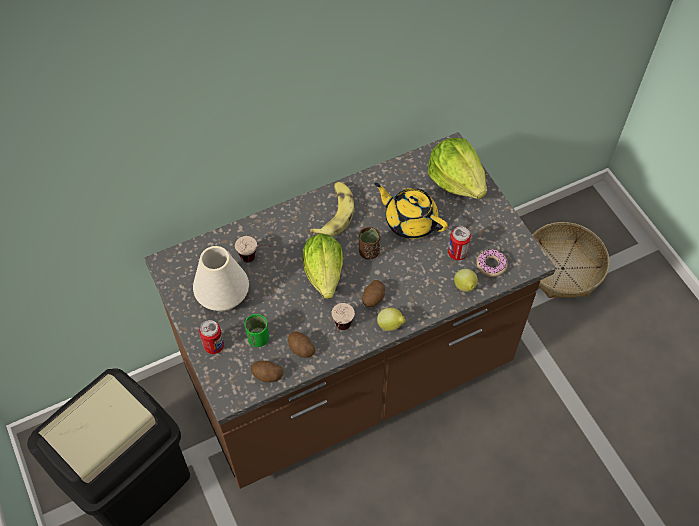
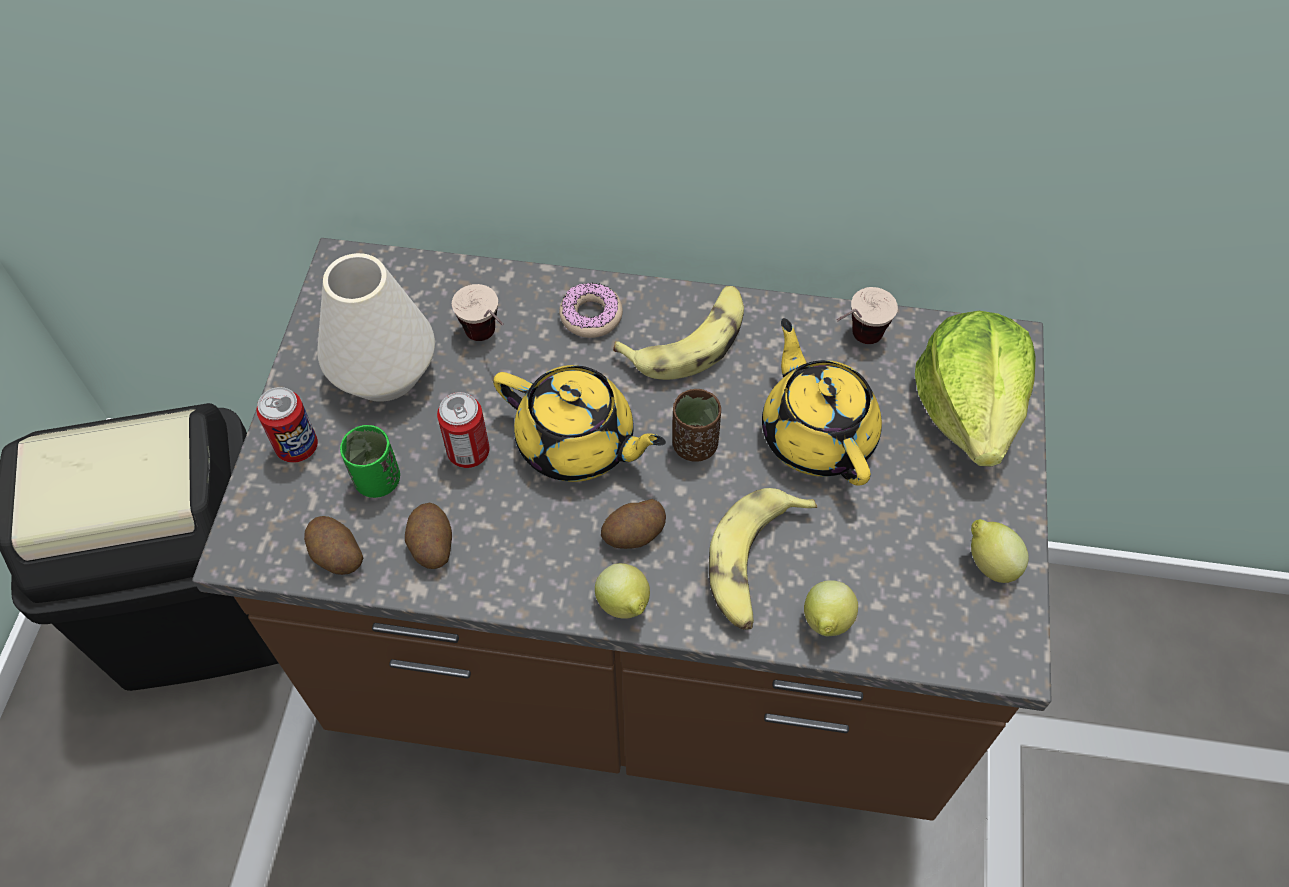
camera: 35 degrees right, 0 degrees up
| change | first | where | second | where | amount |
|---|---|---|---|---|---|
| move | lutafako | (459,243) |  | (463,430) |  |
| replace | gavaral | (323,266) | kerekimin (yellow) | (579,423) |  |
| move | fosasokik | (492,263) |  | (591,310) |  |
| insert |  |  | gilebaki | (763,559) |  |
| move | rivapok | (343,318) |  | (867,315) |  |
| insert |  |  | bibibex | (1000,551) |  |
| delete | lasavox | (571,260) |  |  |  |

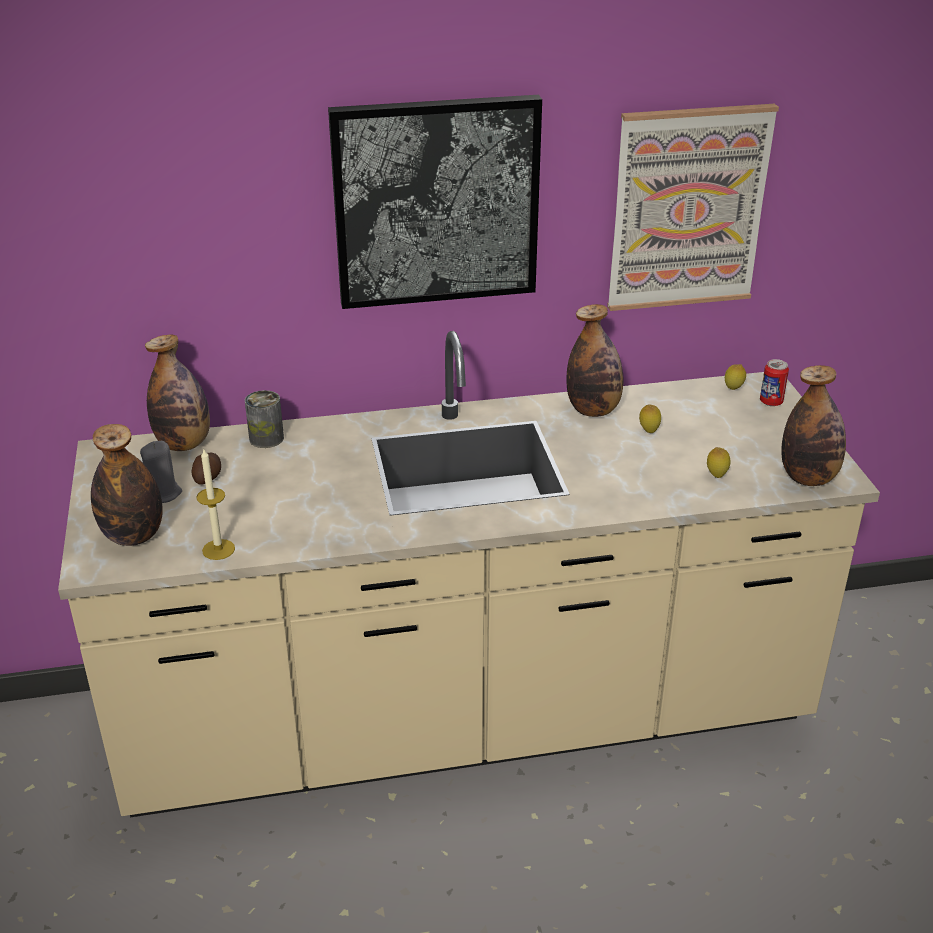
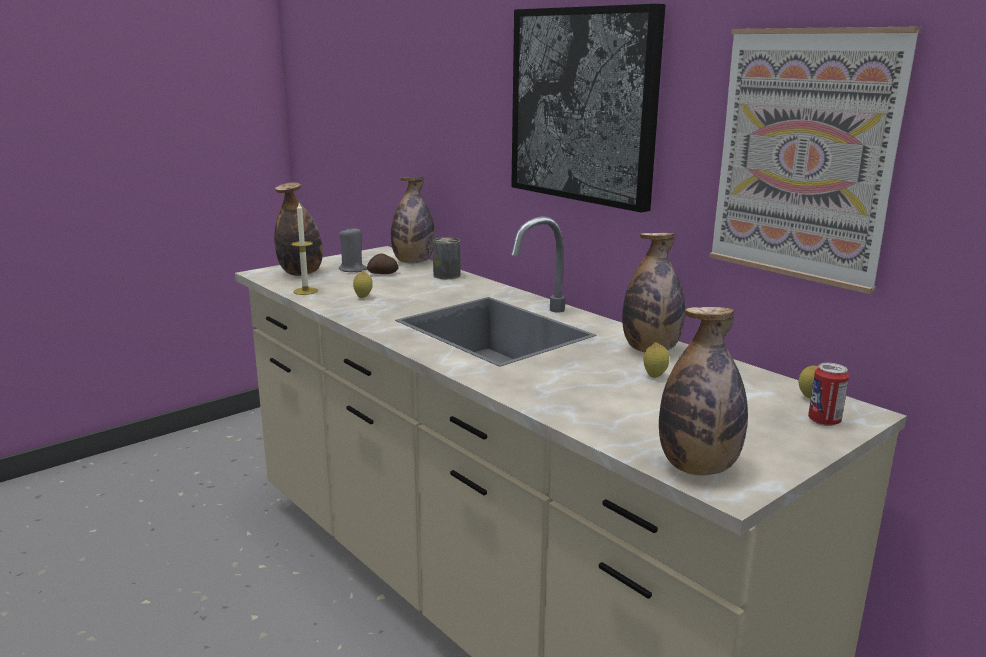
camera: 60 degrees right, 15 degrees down
| change | first | where | second | where | amount |
|---|---|---|---|---|---|
| move | bibibex | (719,462) |  | (363,284) |  |

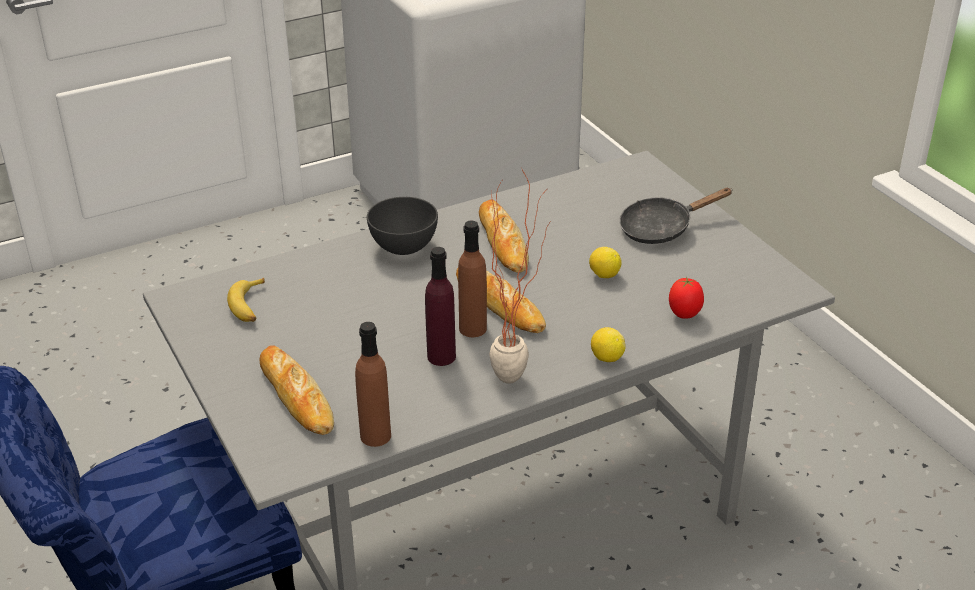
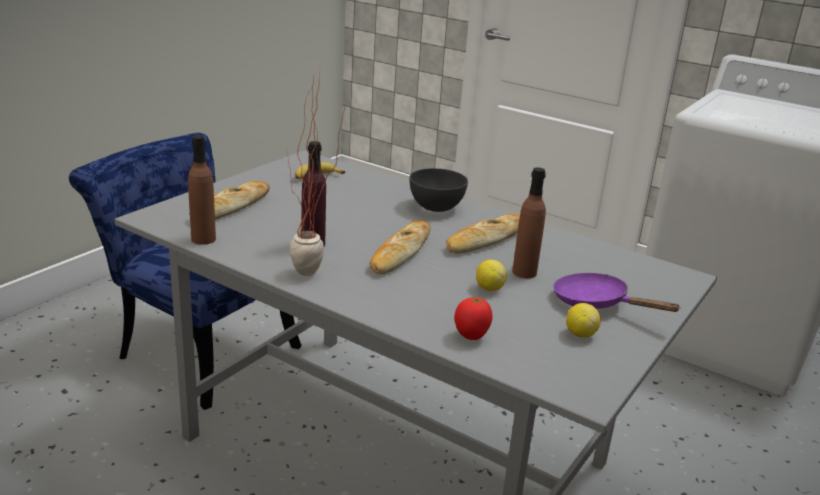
camera: 60 degrees right, 10 degrees down
| change | first | where | second | where | amount |
|---|---|---|---|---|---|
| move | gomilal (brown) | (472,279) |  | (529,222) |  |
| recolor | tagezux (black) | (676,216) | tagezux (purple) | (617,292) |  |
| move | bibibex | (608,344) |  | (583,320) |  |

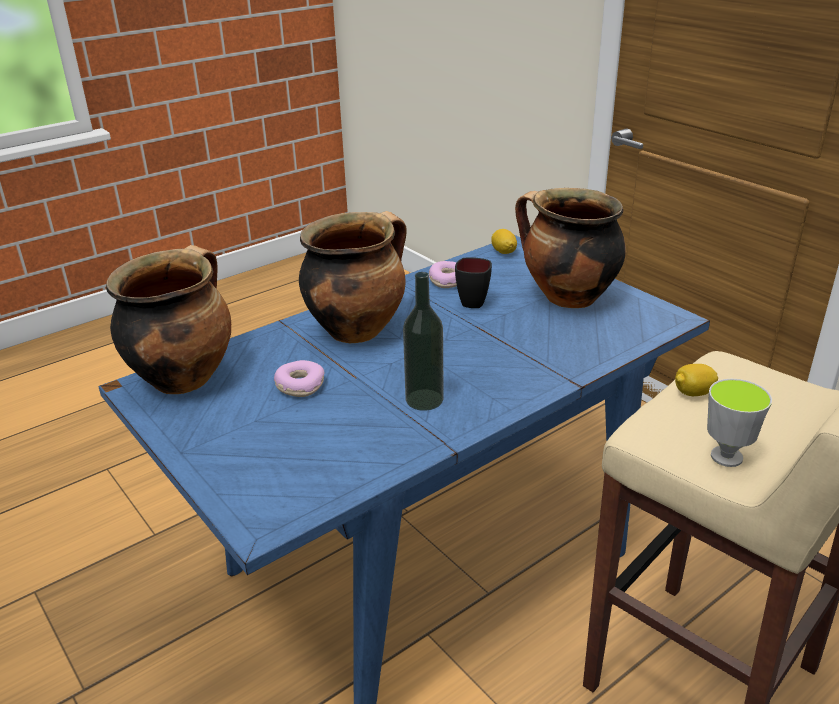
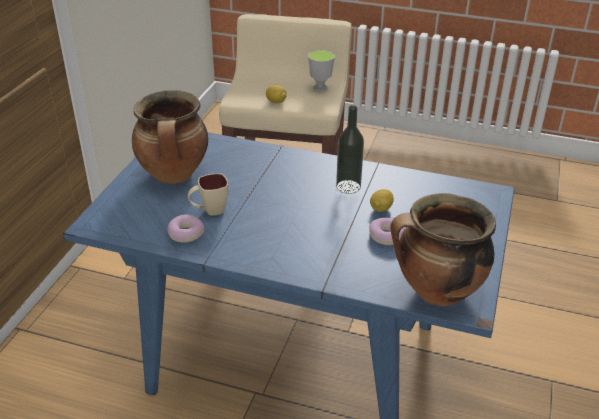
camera: 125 degrees left, 5 degrees up
| change | first | where | second | where | amount |
|---|---|---|---|---|---|
| recolor | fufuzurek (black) | (473,282) | fufuzurek (beige) | (208,194) |  |
| move | bibibex | (504,241) |  | (382,200) |  |
| delete | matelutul | (353,277) |  |  |  |

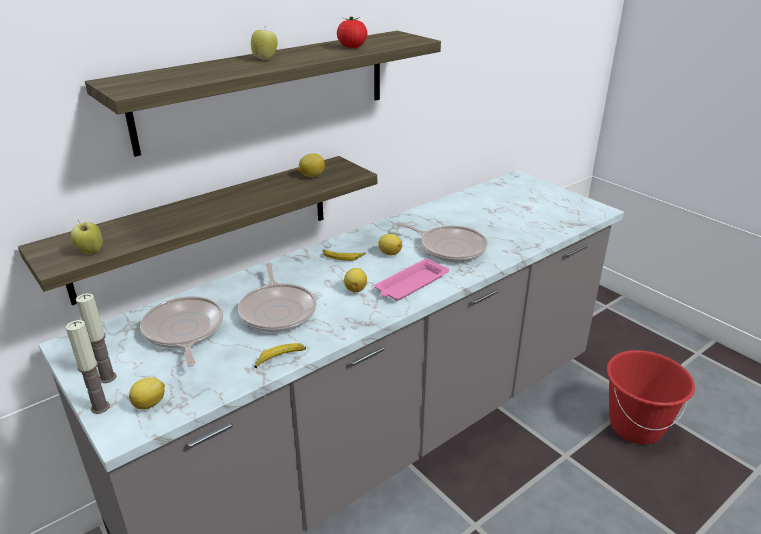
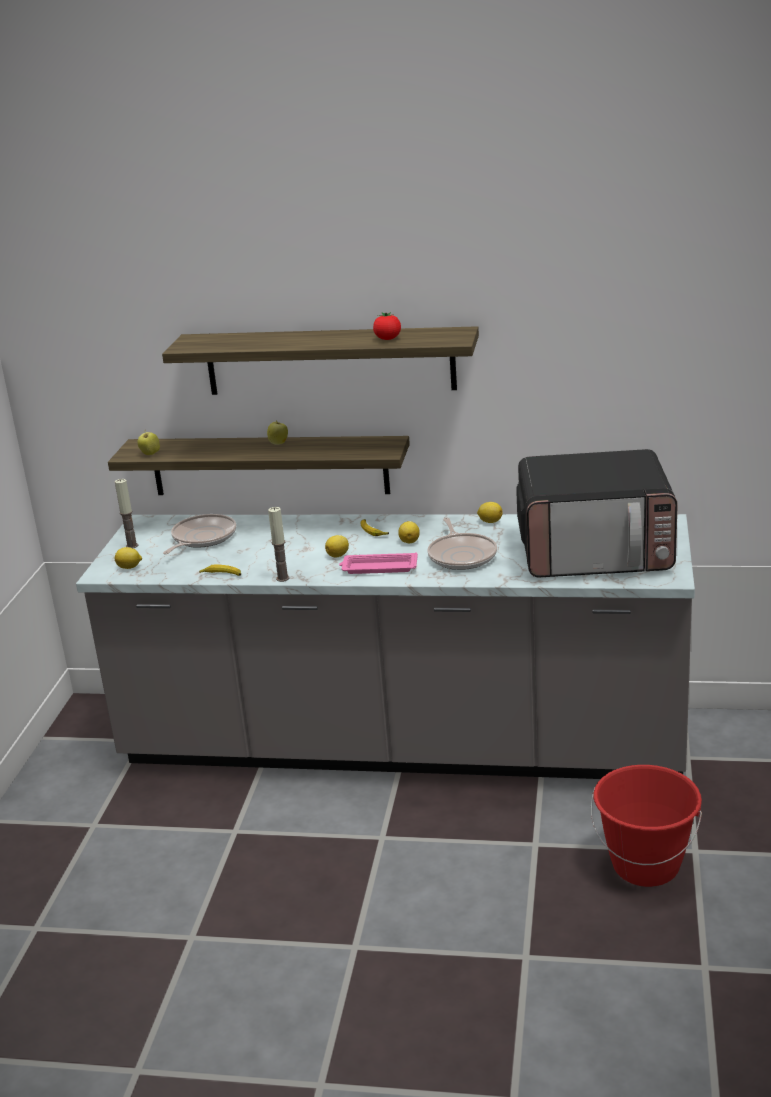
camera: 50 degrees right, 5 degrees down
| change | first | where | second | where | amount |
|---|---|---|---|---|---|
| move | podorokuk | (264,45) |  | (277,433) |  |
| move | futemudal | (88,367) |  | (279,544) |  |
| move | bibibex | (311,165) |  | (490,512) |  |
| insert |  |  | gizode | (597,513) |  |
| delete | tagezux | (277,297) |  |  |  |

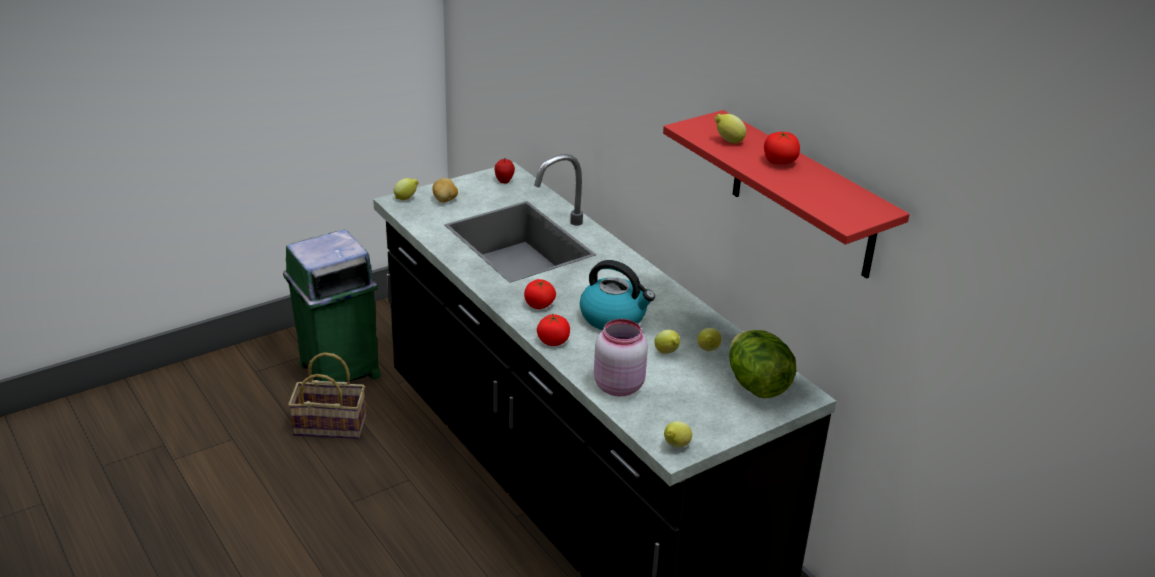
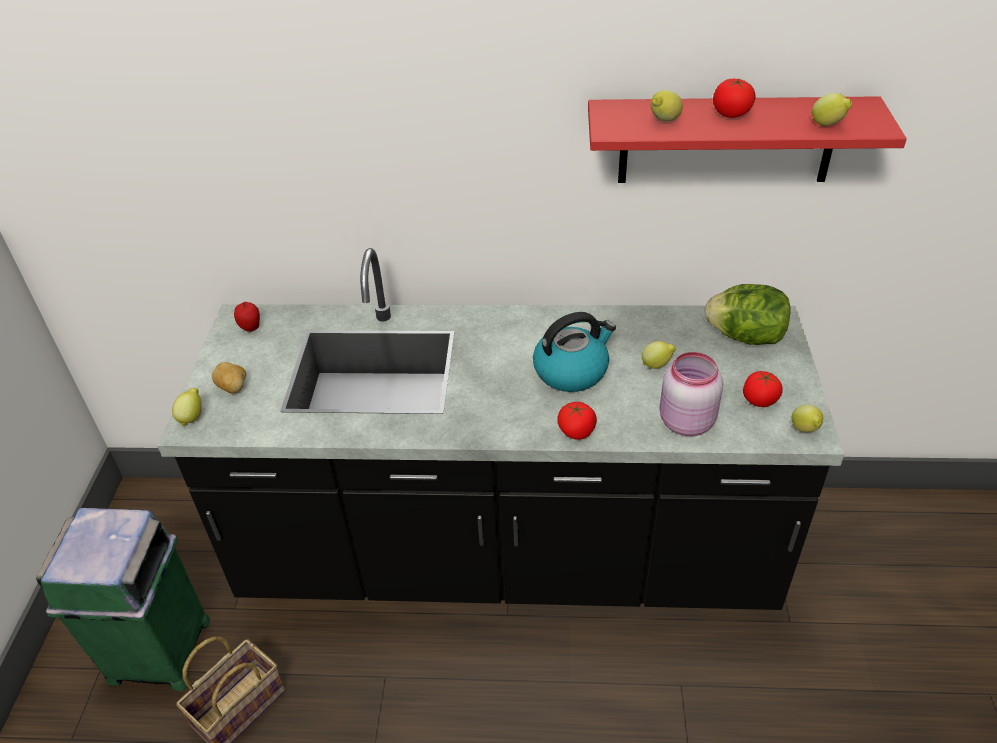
camera: 50 degrees left, 10 degrees up
| change | first | where | second | where | amount |
|---|---|---|---|---|---|
| move | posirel | (540,294) |  | (763,389) |  |
| move | bibibex | (709,339) |  | (832,109) |  |

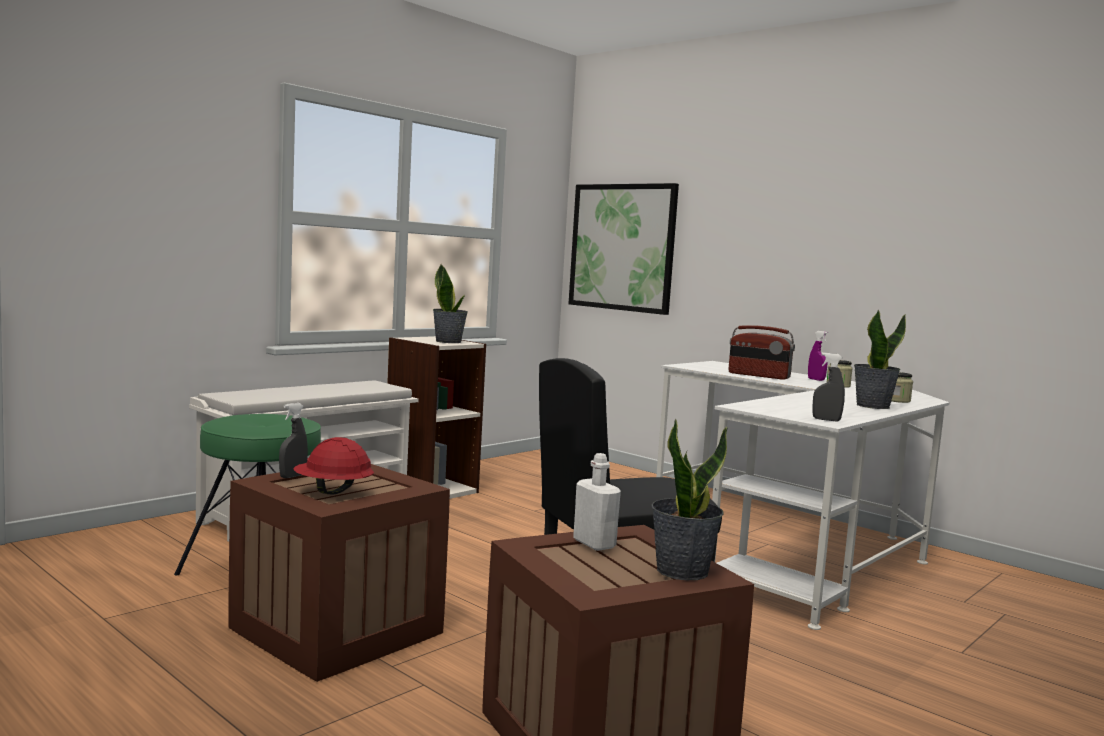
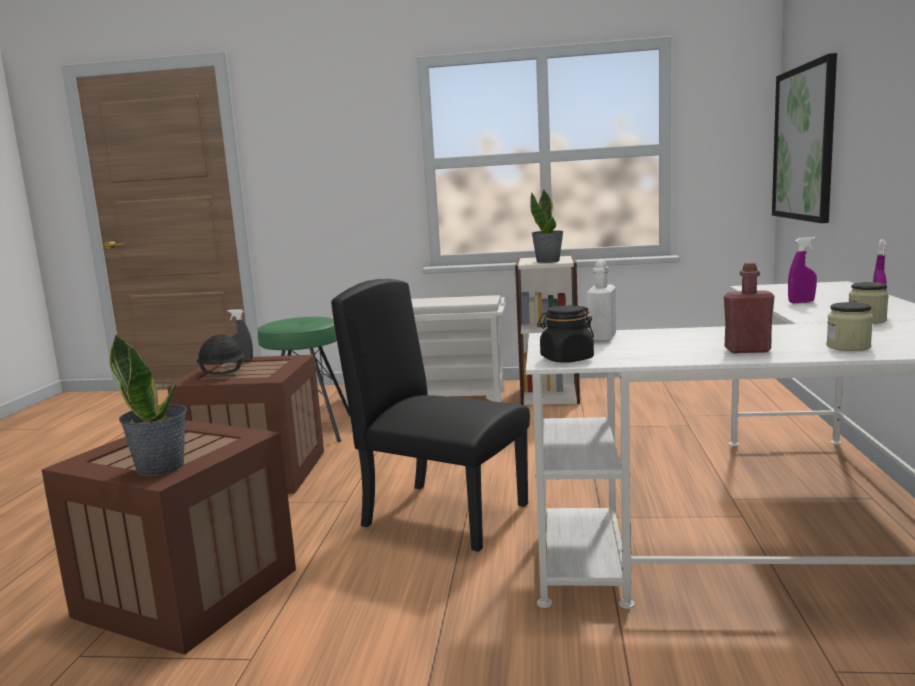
camera: 55 degrees right, 5 degrees up
| change | first | where | second | where | amount |
|---|---|---|---|---|---|
| recolor | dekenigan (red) | (333,466) | dekenigan (black) | (221,354) |  |
| replace | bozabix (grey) | (828,386) | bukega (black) | (565,334) |  |
| move | gomilal (white) | (597,502) |  | (601,301) |  |
| replace | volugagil | (880,359) | gomilal (red) | (749,308) |  |
| replace | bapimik | (762,352) | bozabix (purple) | (802,270) |  |

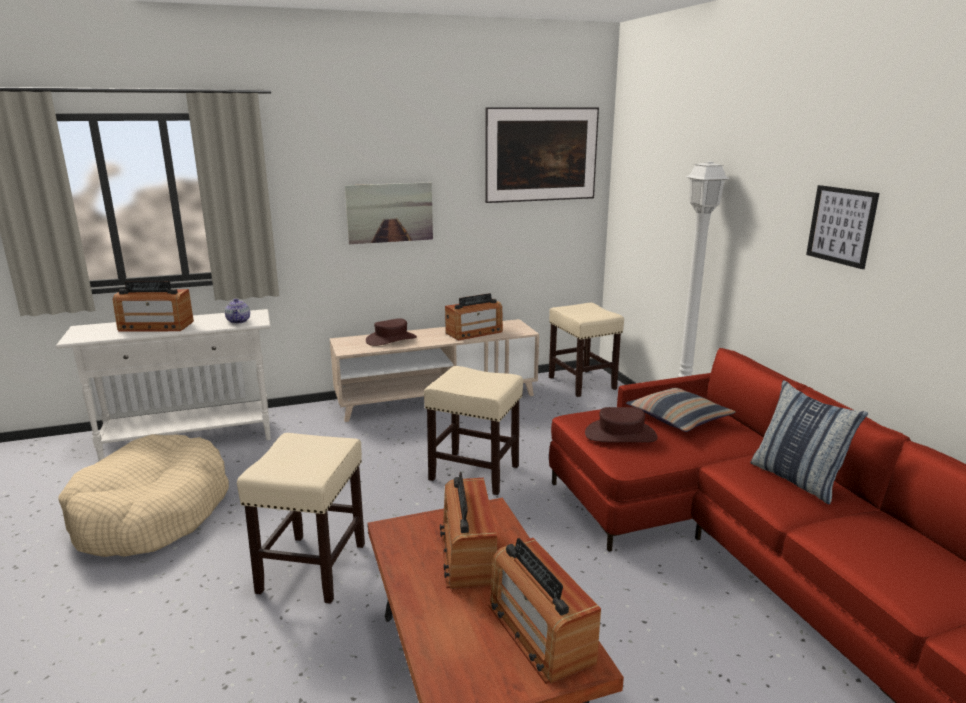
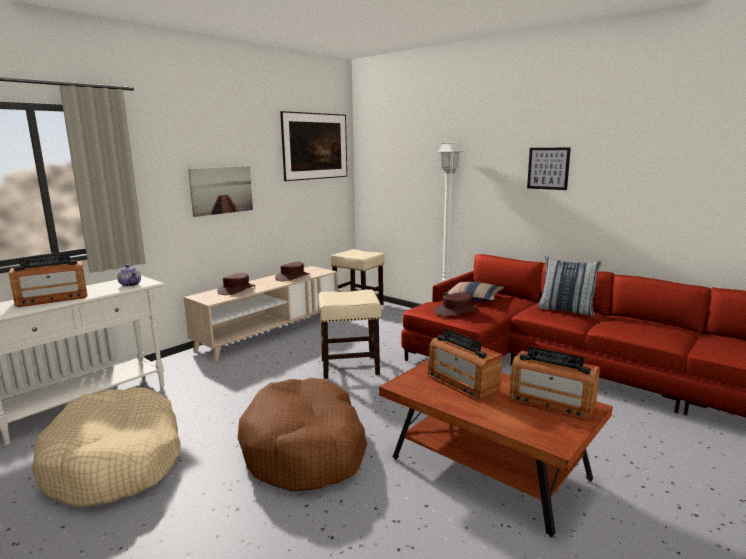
camera: 30 degrees left, 5 degrees down
| change | first | where | second | where | amount |
|---|---|---|---|---|---|
| replace | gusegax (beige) | (301,518) | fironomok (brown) | (302,435) |  |
| replace | bapimik | (474,317) | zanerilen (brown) | (292,271) |  |

